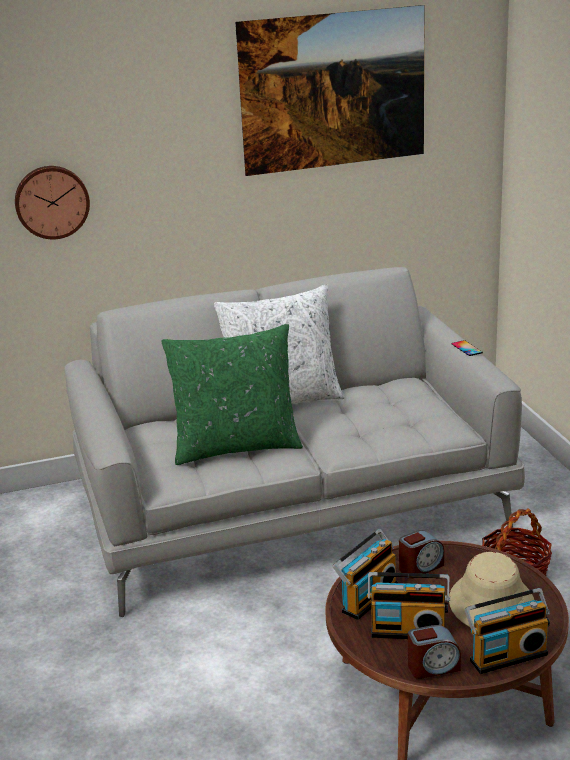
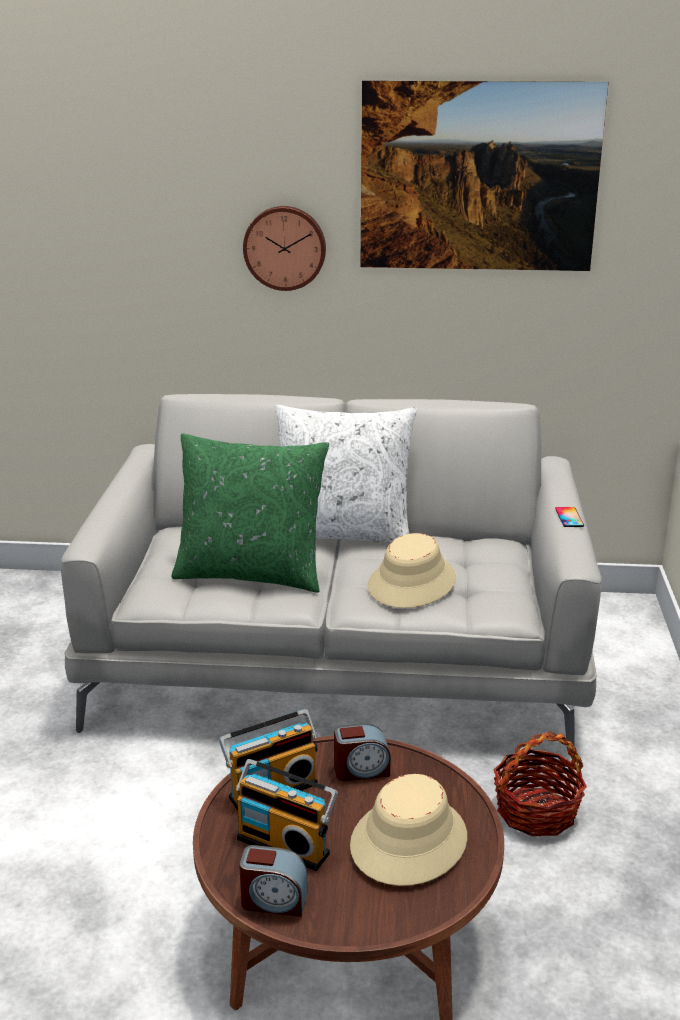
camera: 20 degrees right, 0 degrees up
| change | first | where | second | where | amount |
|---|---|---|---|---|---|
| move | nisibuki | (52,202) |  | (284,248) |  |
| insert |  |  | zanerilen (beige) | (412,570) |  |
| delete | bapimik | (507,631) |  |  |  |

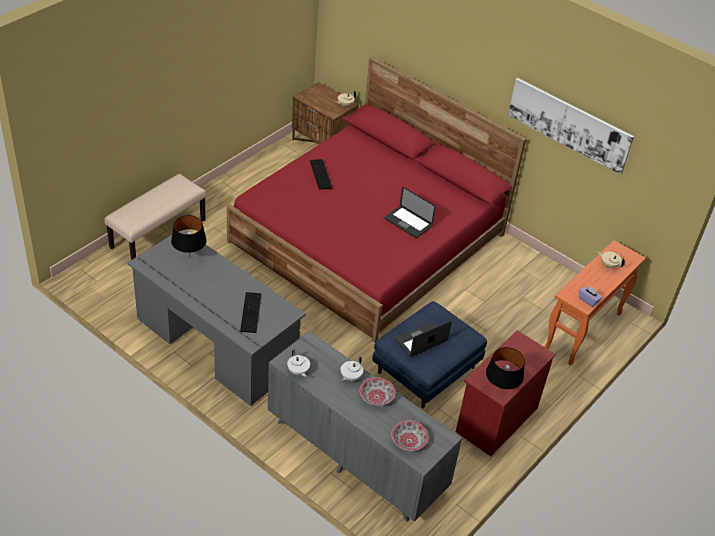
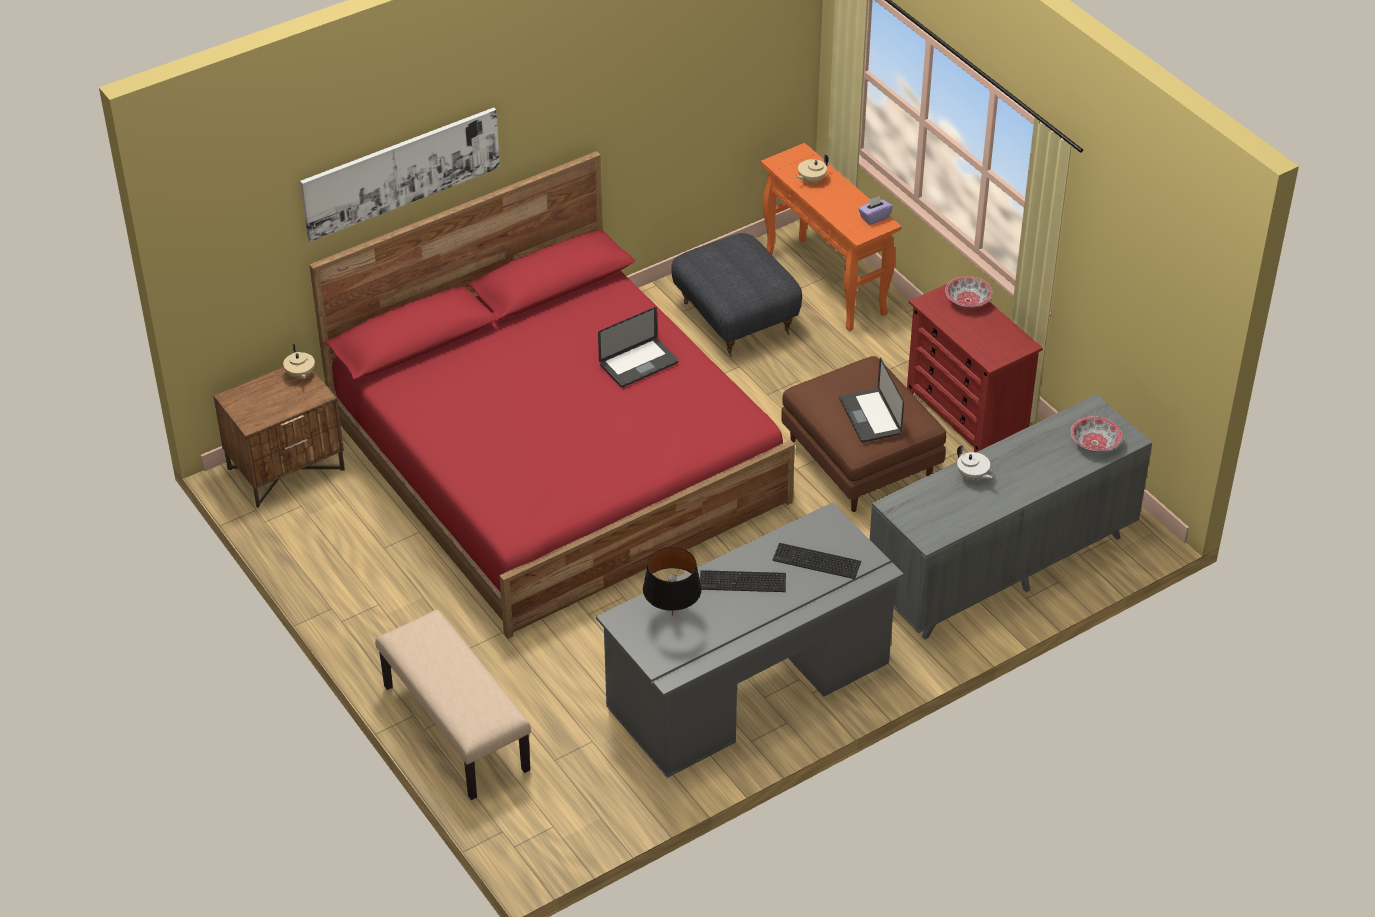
camera: 70 degrees left, 0 degrees up
| change | first | where | second | where | amount |
|---|---|---|---|---|---|
| move | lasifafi | (571,126) |  | (400,175) |  |
| insert |  |  | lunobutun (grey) | (736,295) |  |
| move | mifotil | (321,174) |  | (743,581) |  |
| recolor | lunobutun (blue) | (429,354) | lunobutun (brown) | (863,434) |  |
| move | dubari | (377,391) |  | (969,292) |  |
| delete | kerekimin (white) | (298,363) |  |  |  |
| delete | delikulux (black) | (505,369) |  |  |  |

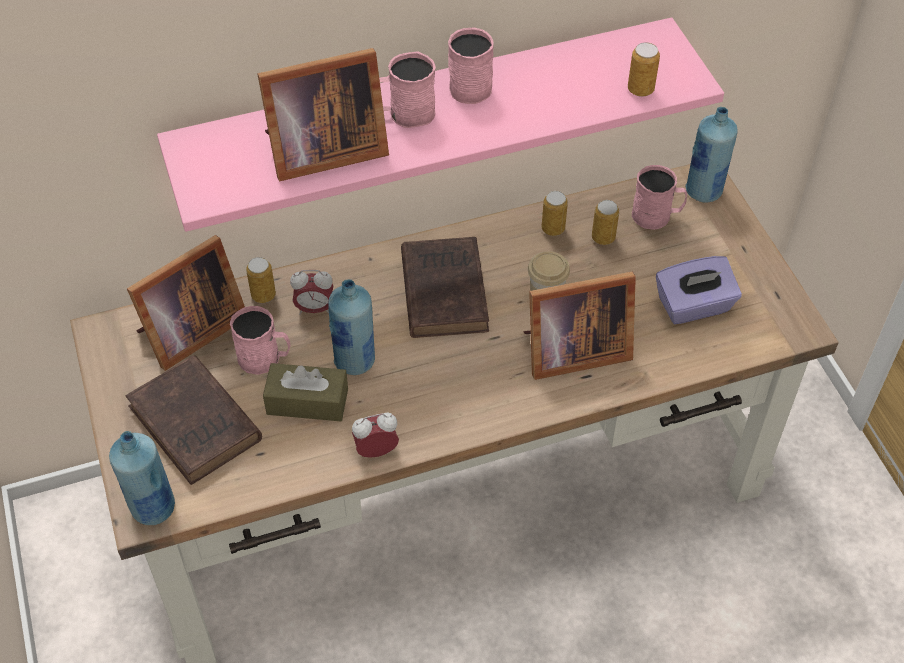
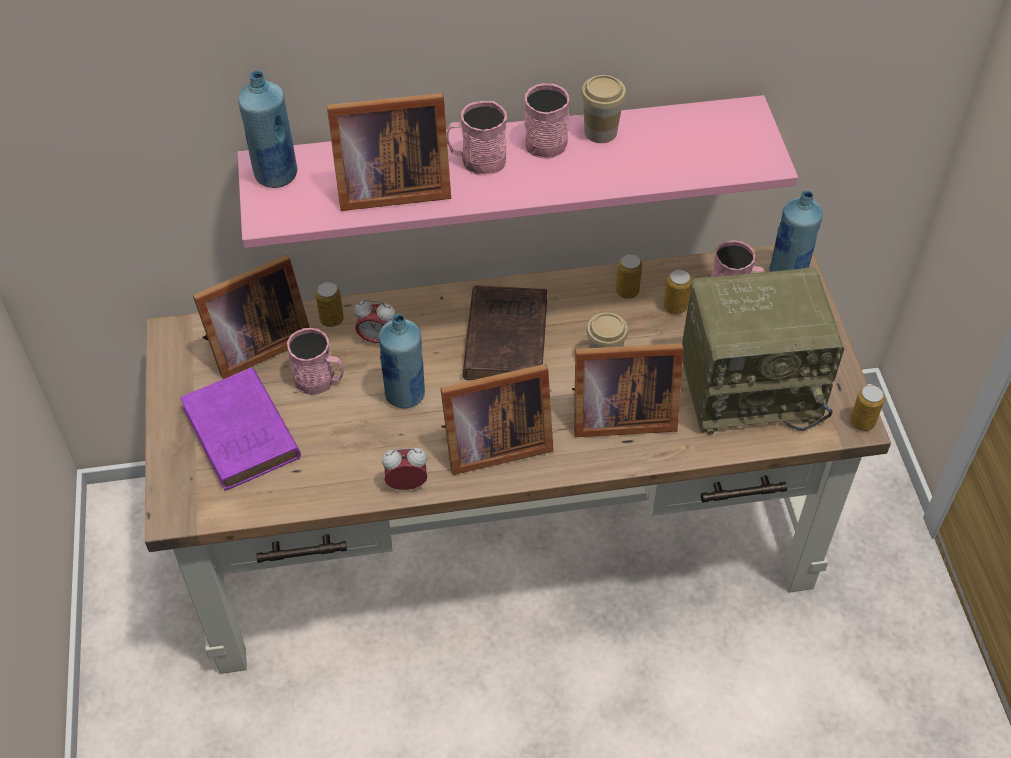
camera: 10 degrees right, 0 degrees up
| change | first | where | second | where | amount |
|---|---|---|---|---|---|
| recolor | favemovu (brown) | (194,420) | favemovu (purple) | (240,429) |  |
| move | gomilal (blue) | (142,478) |  | (267,129) |  |
| insert |  |  | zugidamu | (497,419) |  |
| insert |  |  | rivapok | (603,109) |  |
| replace | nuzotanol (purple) | (699,290) | bapimik | (763,351) |  |
| move | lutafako | (644,69) |  | (867,408) |  |
| delete | nuzotanol (brown) | (305,392) |  |  |  |

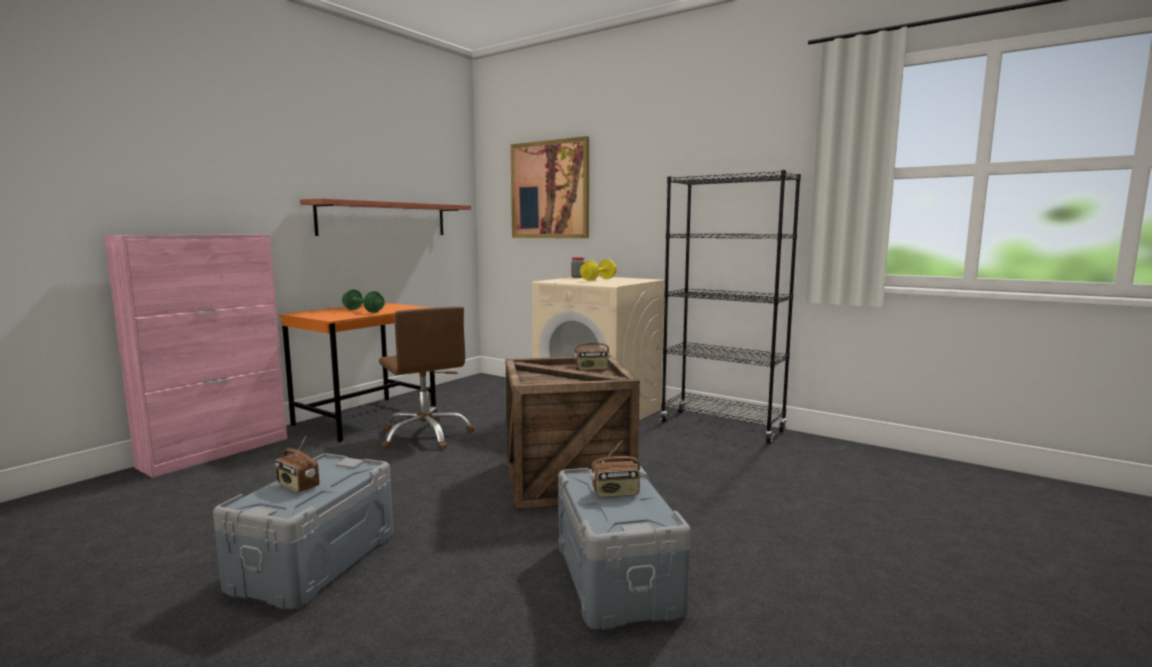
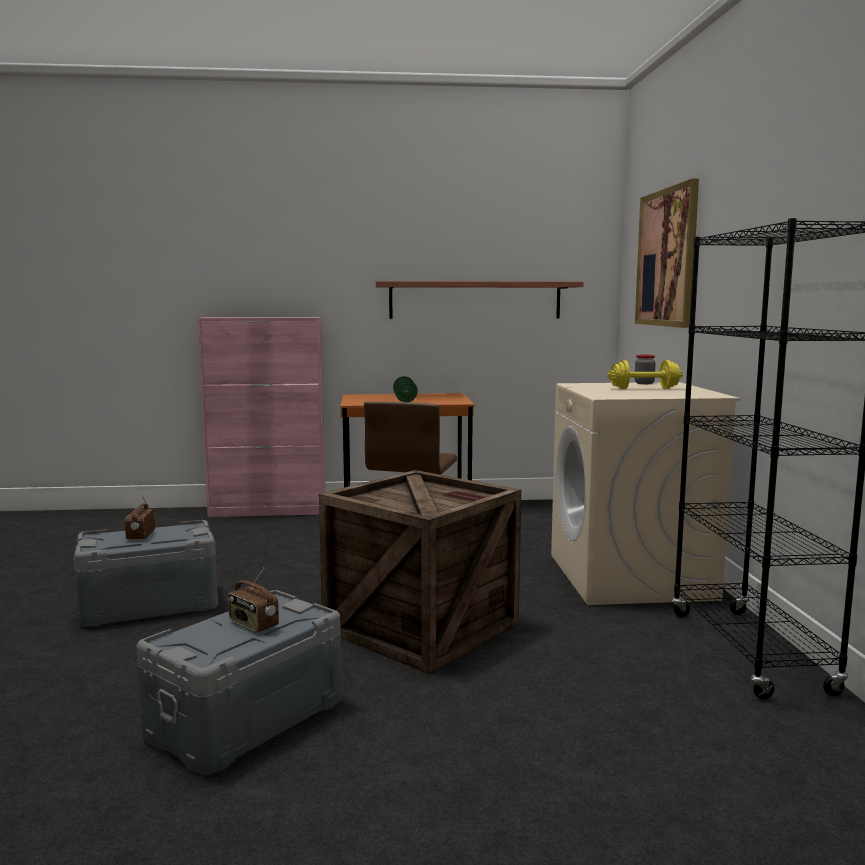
camera: 50 degrees right, 0 degrees up
| change | first | where | second | where | amount |
|---|---|---|---|---|---|
| delete | bapimik | (592,351) |  |  |  |

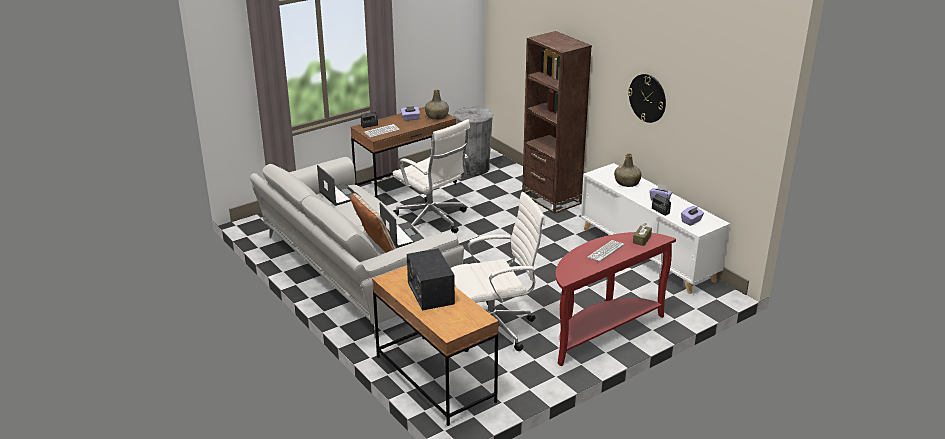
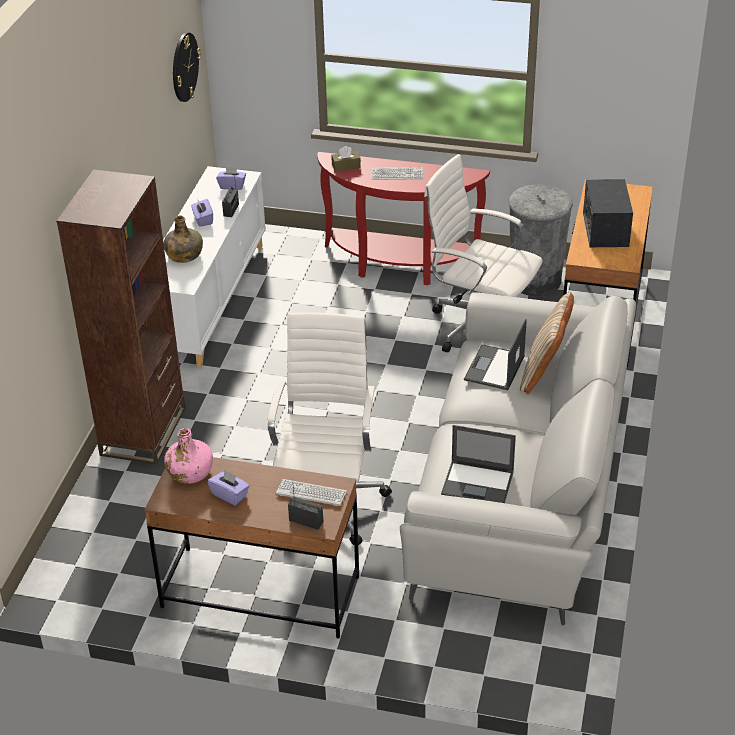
camera: 130 degrees left, 10 degrees up
| change | first | where | second | where | amount |
|---|---|---|---|---|---|
| recolor | gomilal (green) | (437,104) | gomilal (pink) | (188,456) |  |
| move | nisibuki | (647,98) |  | (187,67) |  |
| rotate | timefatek | (339,185) |  | (478,464) | 90 degrees counterclockwise |
| move | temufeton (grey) | (473,141) |  | (541,240) |  |
| rotate | bapimik | (431,279) |  | (608,213) | 150 degrees clockwise |

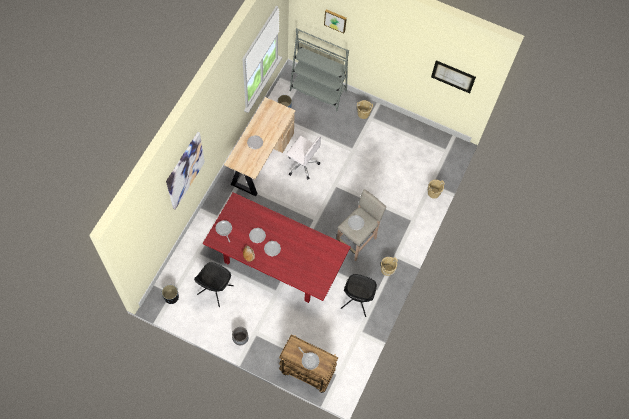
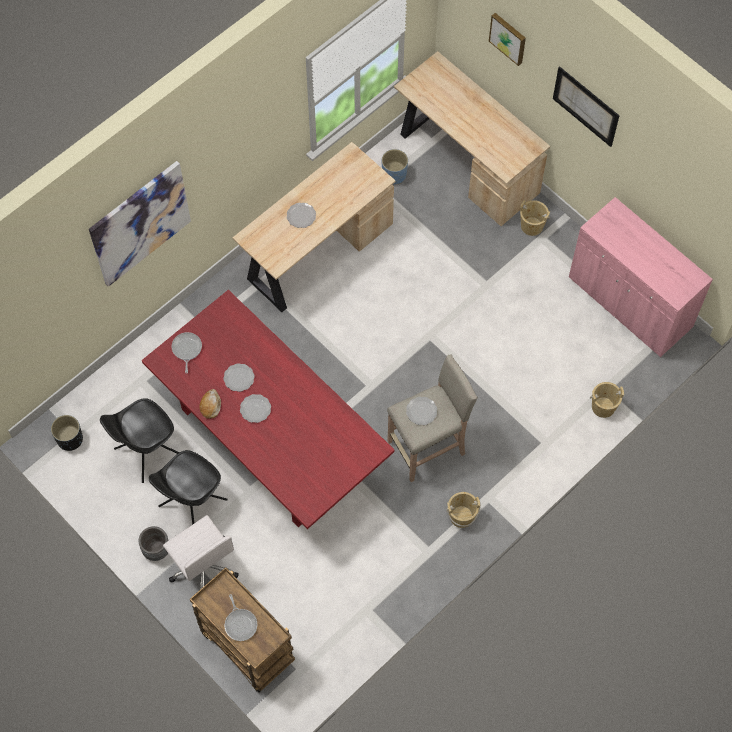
camera: 25 degrees right, 0 degrees up
| change | first | where | second | where | amount |
|---|---|---|---|---|---|
| move | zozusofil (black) | (359,295) |  | (188,487) |  |
| move | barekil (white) | (303,157) |  | (201,552) |  |
| replace | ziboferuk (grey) | (319,70) | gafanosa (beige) | (472,138) |  |
| move | lasifafi | (453,76) |  | (586,106) |  |
| insert |  |  | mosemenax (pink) | (641,277) |  |

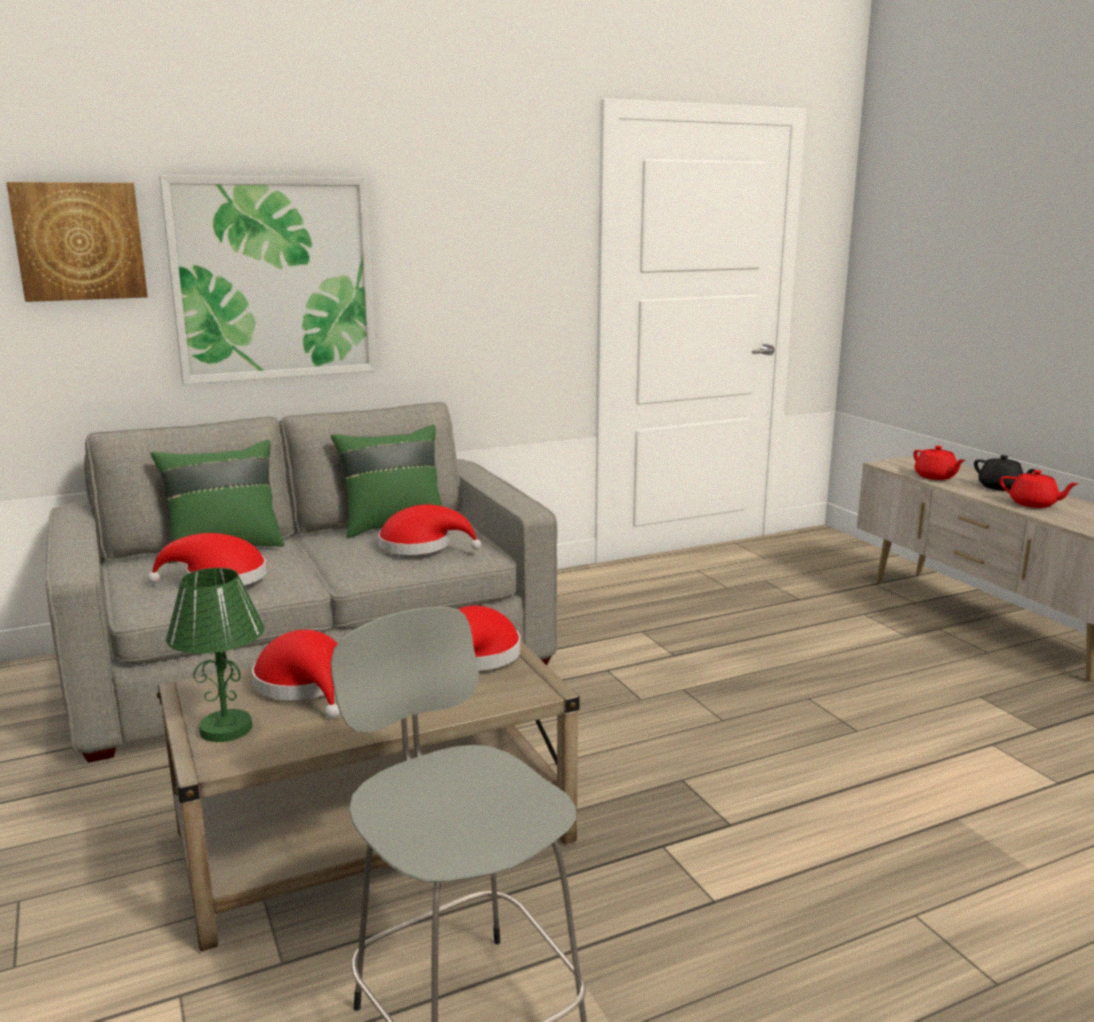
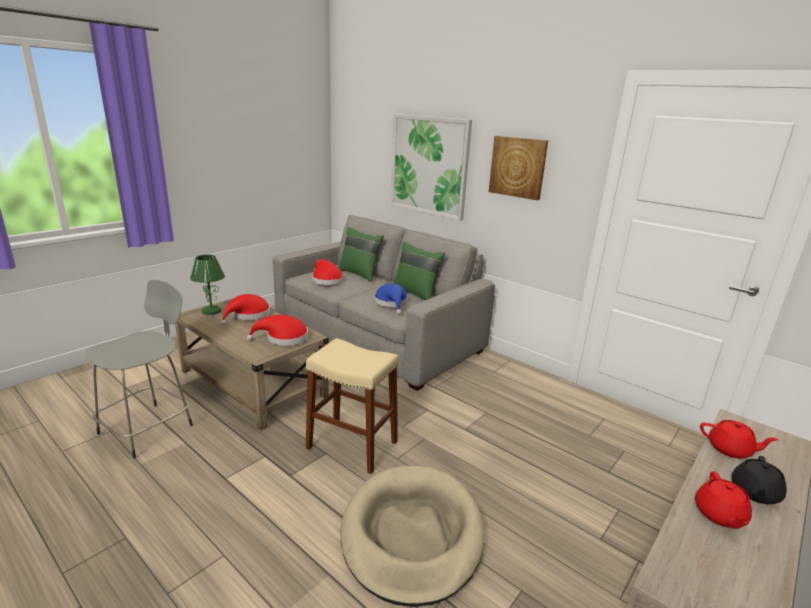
camera: 65 degrees right, 5 degrees up
| change | first | where | second | where | amount |
|---|---|---|---|---|---|
| insert |  |  | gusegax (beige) | (352,406) |  |
| insert |  |  | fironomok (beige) | (412,536) |  |
| recolor | zanerilen (red) | (429,529) | zanerilen (blue) | (391,299) |  |
| move | lasifafi | (77,242) |  | (518,168) |  |
| rotate | kerekimin (red) | (939,463) |  | (739,439) | 105 degrees counterclockwise |

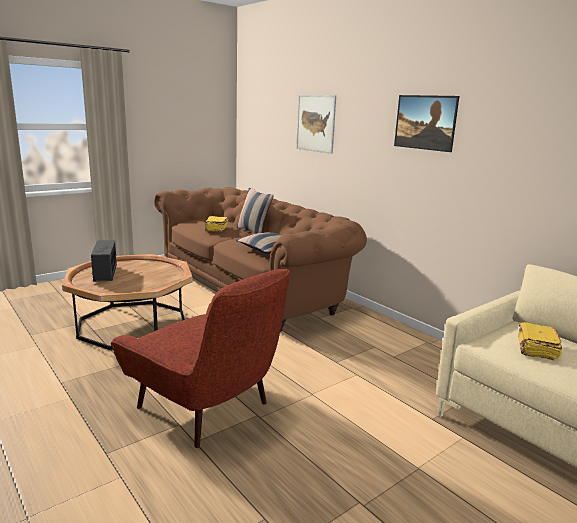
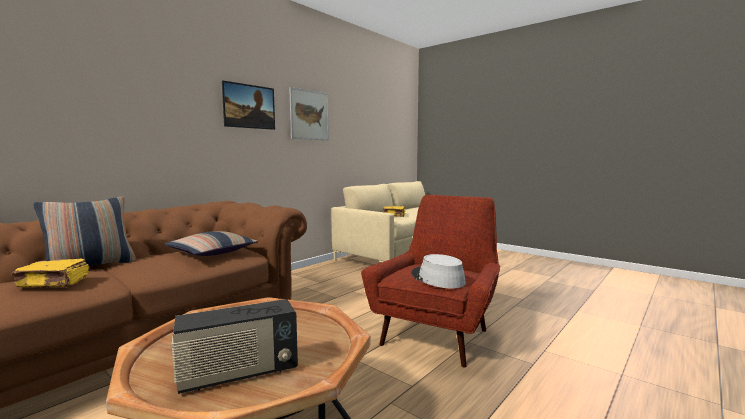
camera: 100 degrees left, 10 degrees down
| change | first | where | second | where | amount |
|---|---|---|---|---|---|
| move | lasifafi | (316,124) |  | (309,113) |  |
| insert |  |  | zanerilen (grey) | (439,271) |  |

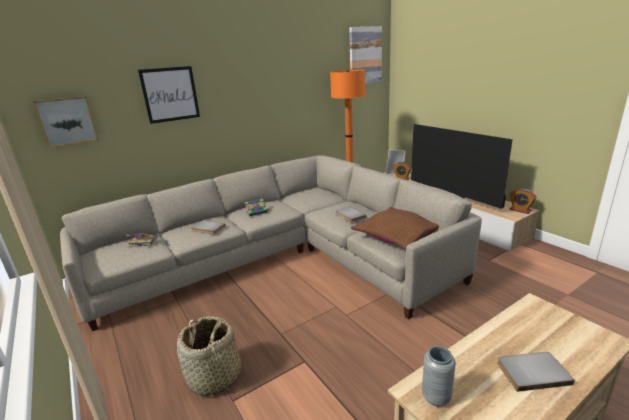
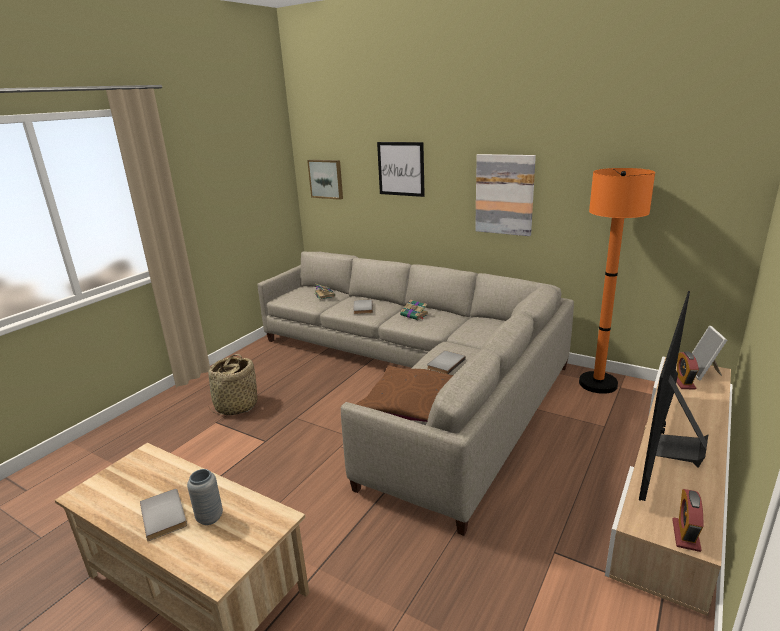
camera: 65 degrees right, 0 degrees up
| change | first | where | second | where | amount |
|---|---|---|---|---|---|
| move | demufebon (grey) | (439,376) |  | (205,497) |  |
| move | lasifafi | (365,55) |  | (505,195) |  |

